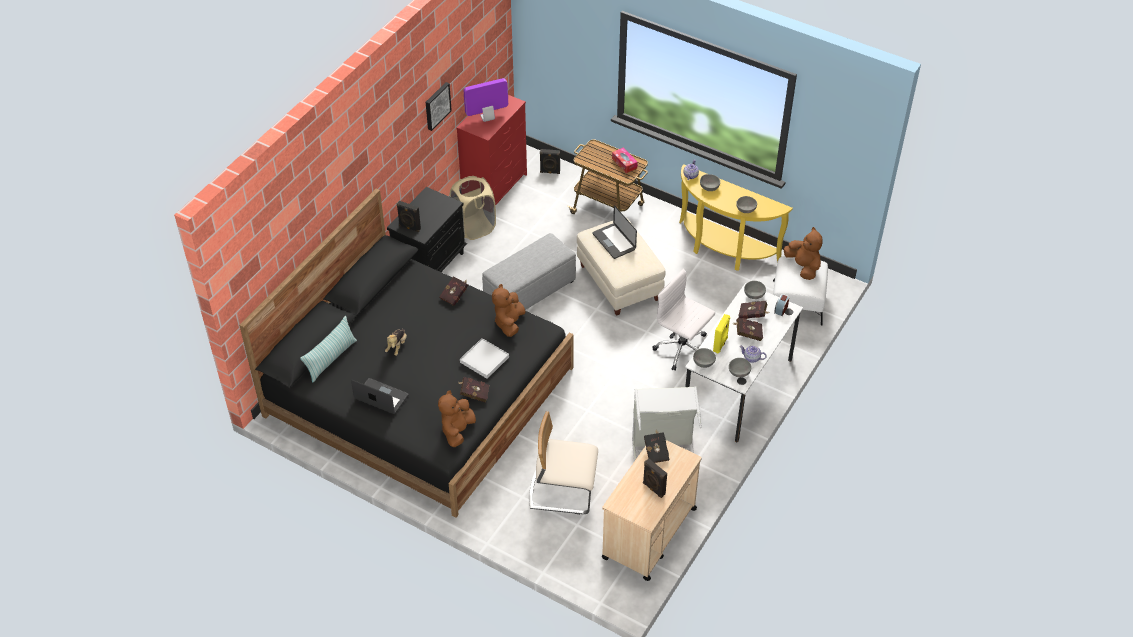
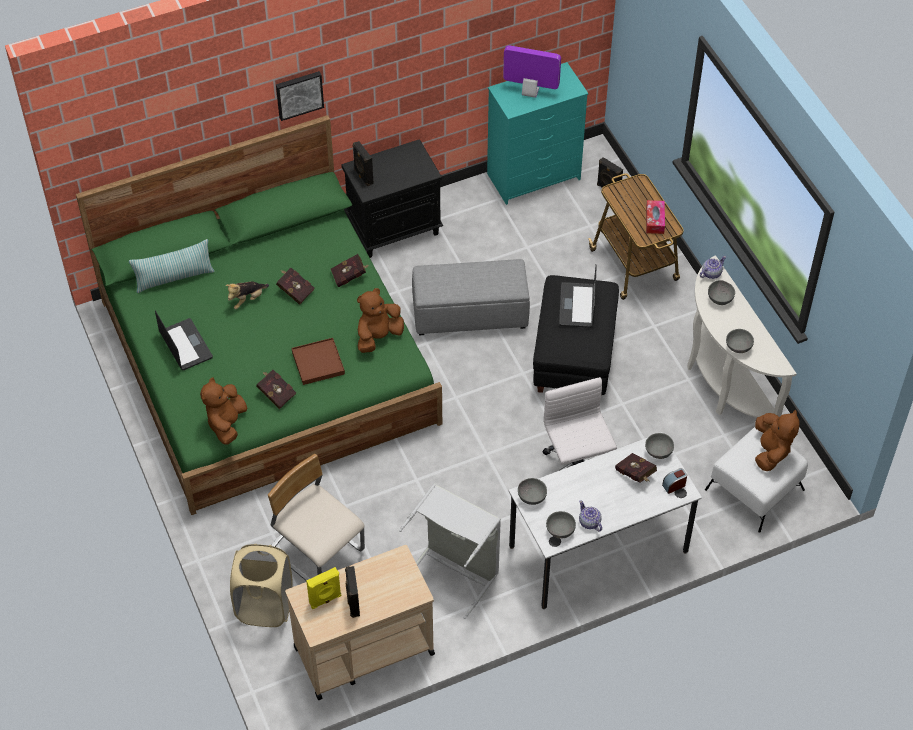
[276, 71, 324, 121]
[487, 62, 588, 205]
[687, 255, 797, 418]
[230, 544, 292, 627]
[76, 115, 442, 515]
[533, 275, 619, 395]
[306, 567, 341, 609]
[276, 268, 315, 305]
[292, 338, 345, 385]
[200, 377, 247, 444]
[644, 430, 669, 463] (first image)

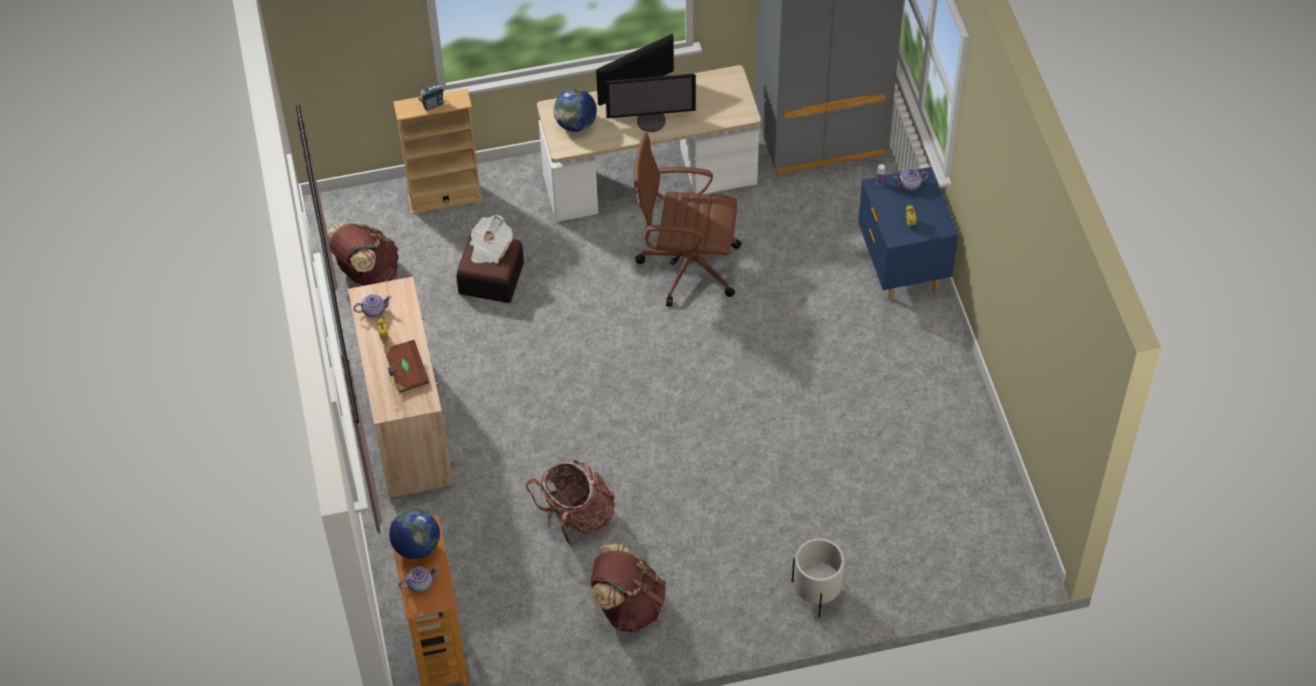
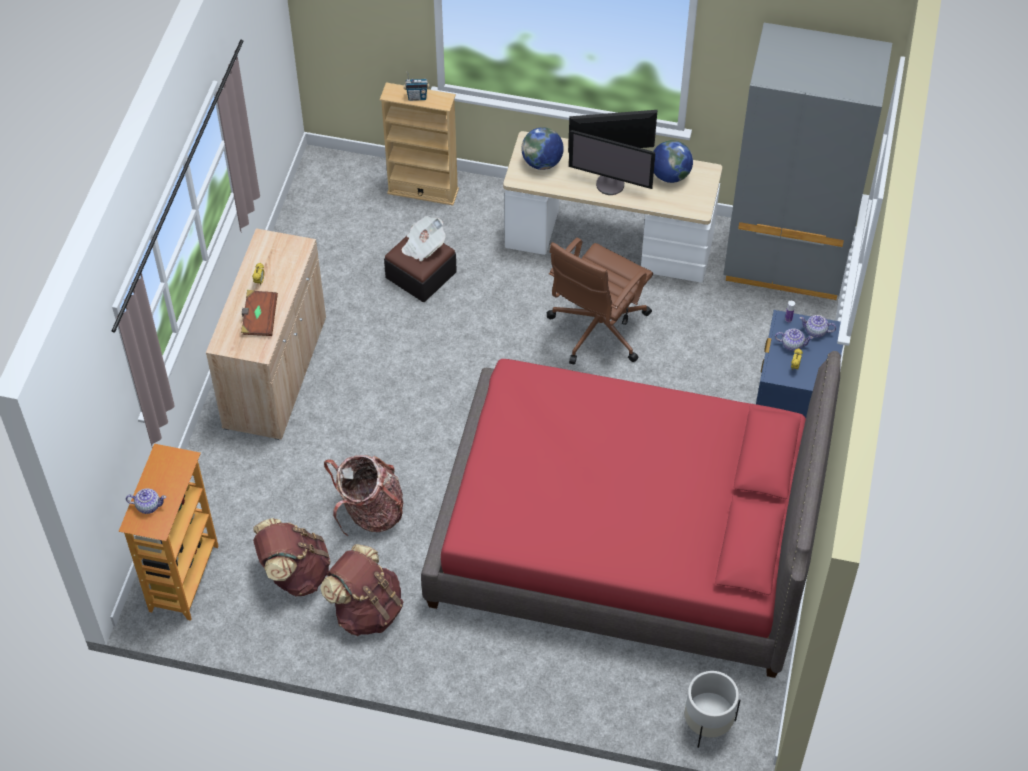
[547, 238, 653, 365]
[253, 518, 330, 596]
[775, 328, 813, 351]
[653, 140, 693, 183]
[685, 671, 740, 748]
[421, 351, 841, 678]

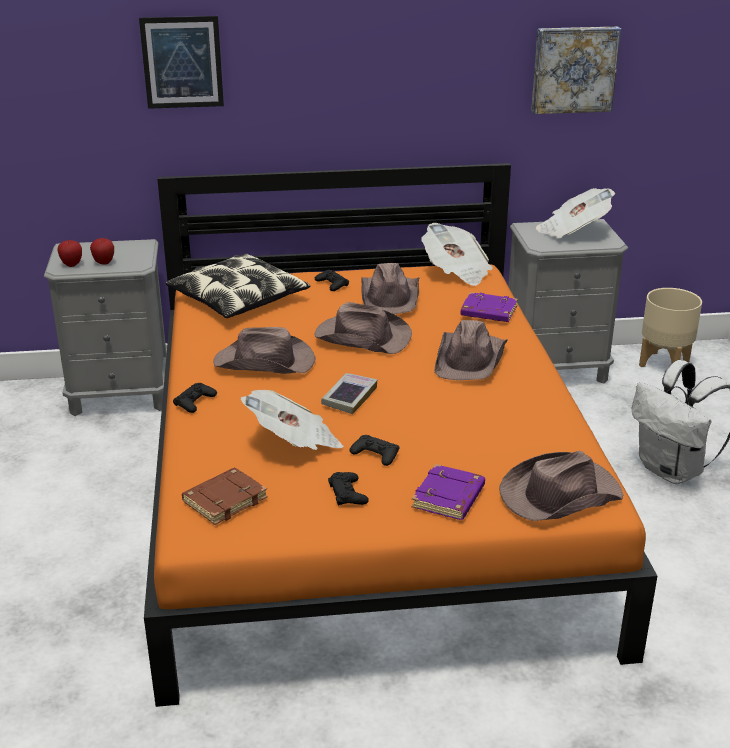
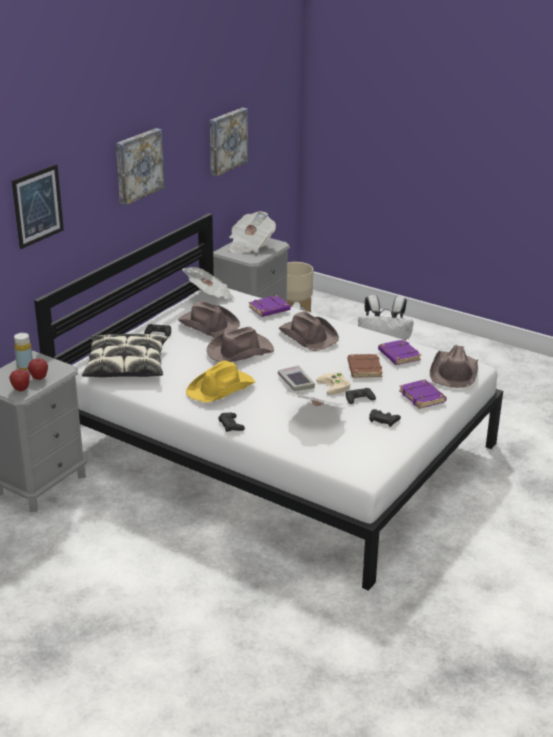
[34, 213, 503, 591]
[186, 361, 255, 403]
[348, 354, 383, 378]
[116, 128, 164, 205]
[14, 333, 33, 370]
[378, 339, 421, 365]
[316, 372, 350, 395]

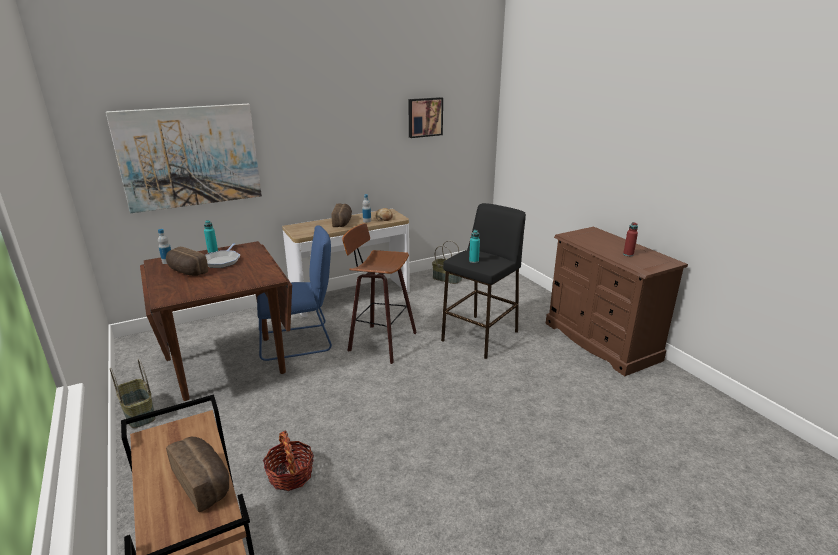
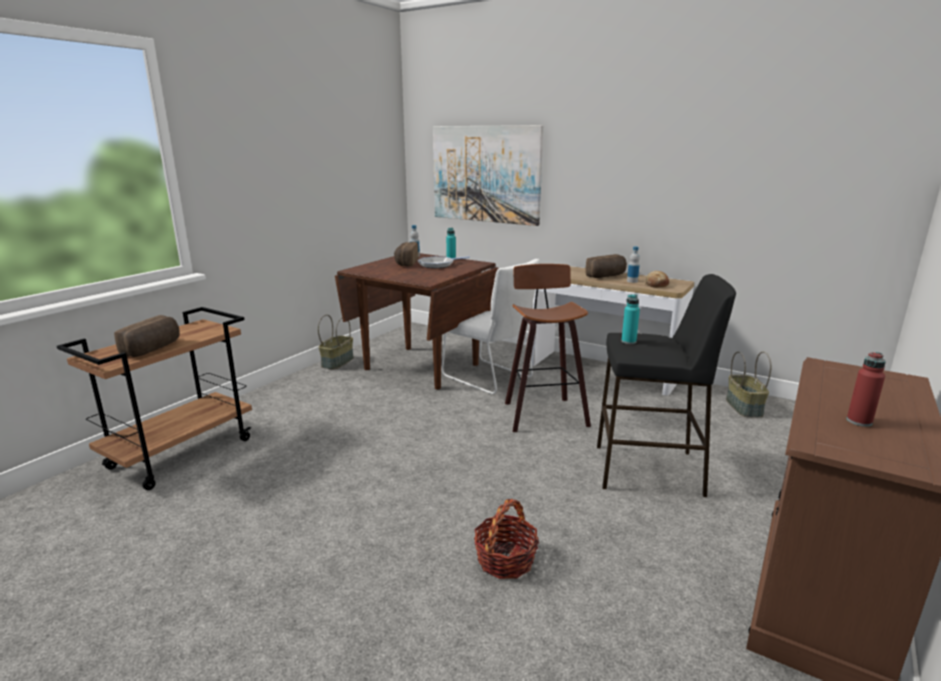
[408, 97, 443, 138] (first image)
[441, 259, 540, 394]
[474, 499, 539, 579]

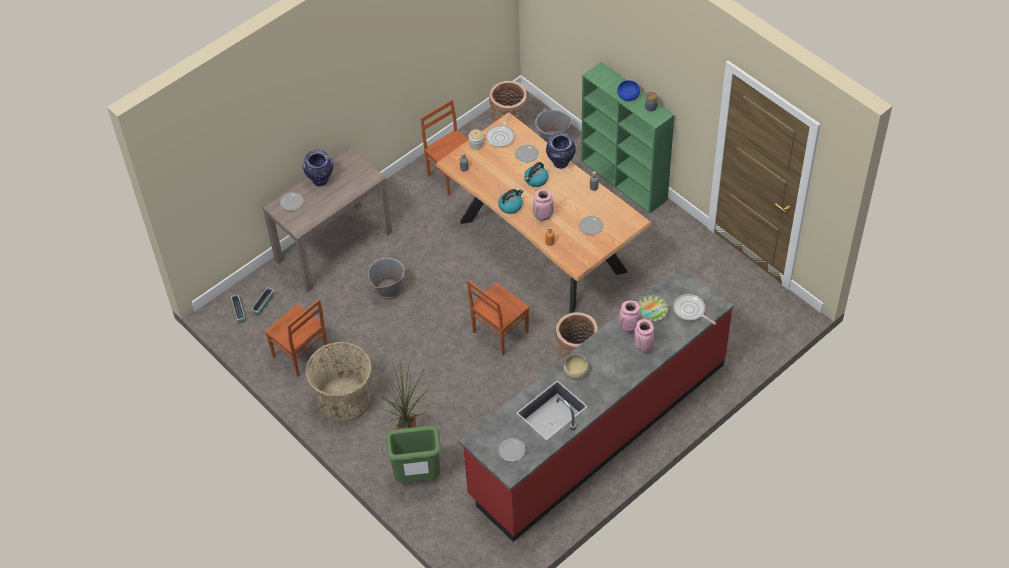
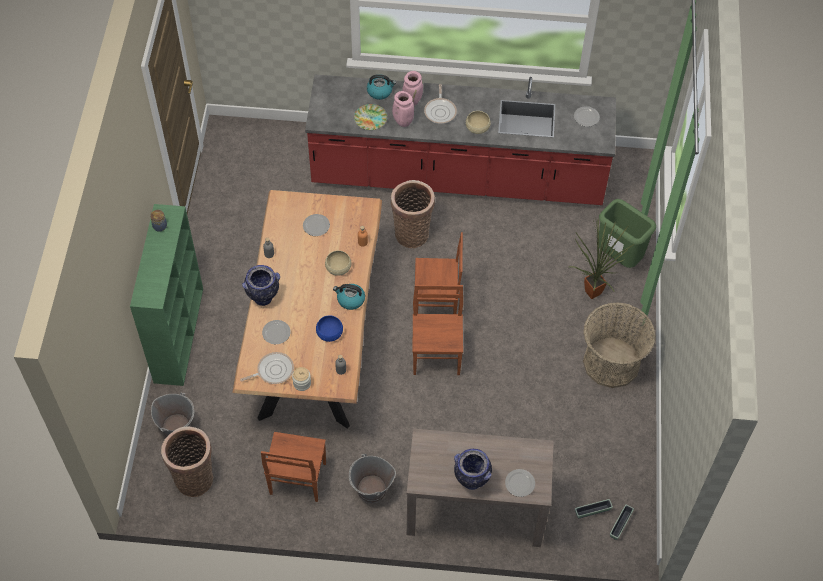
[316, 315, 343, 342]
[367, 74, 396, 100]
[325, 250, 351, 276]
[349, 454, 396, 503]
[424, 84, 457, 124]
[413, 285, 463, 375]

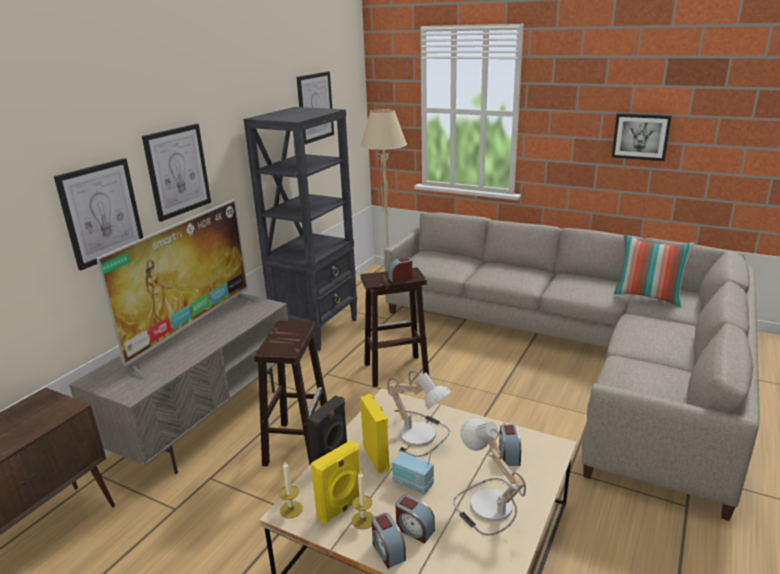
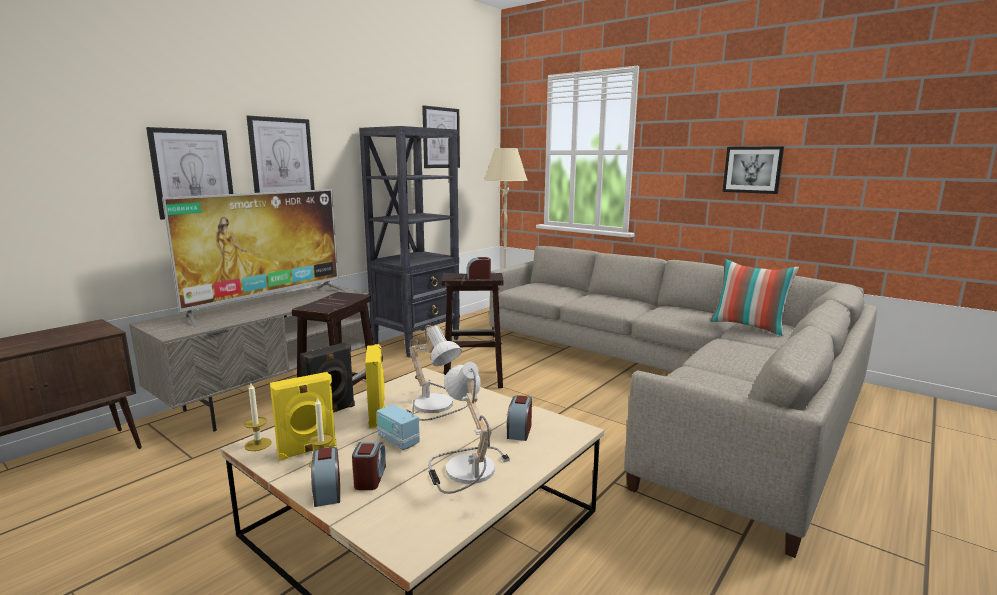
[352, 442, 386, 490]

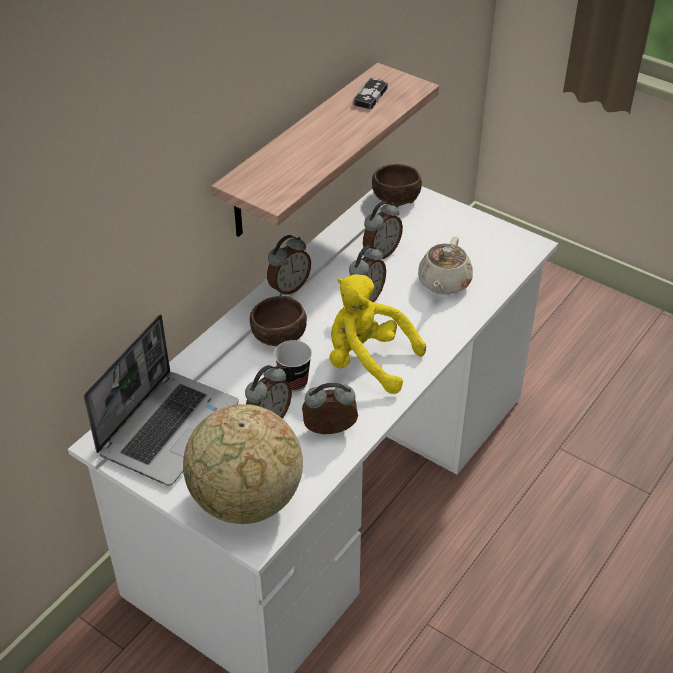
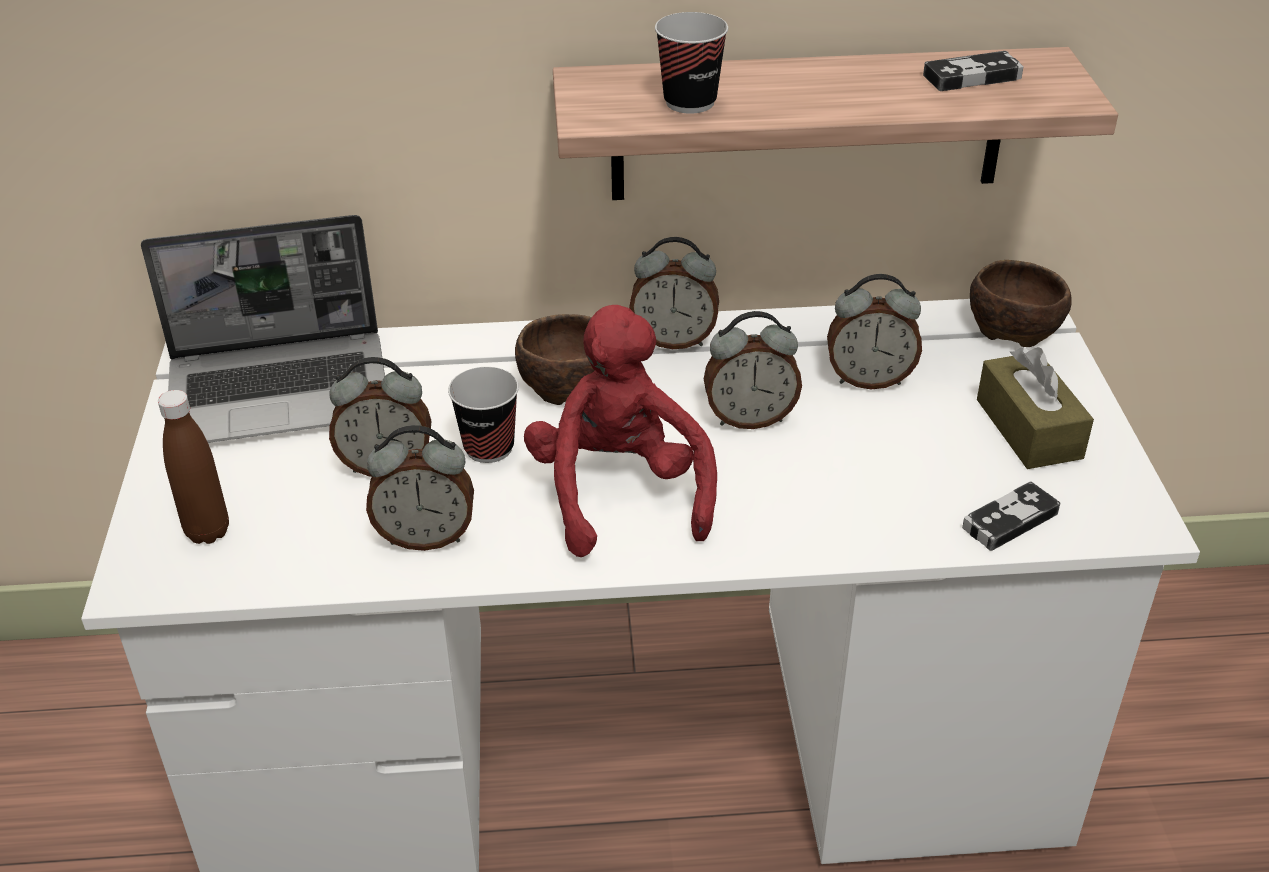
[418, 236, 473, 295] (first image)
[524, 305, 717, 557]
[366, 425, 474, 551]
[158, 390, 229, 544]
[655, 12, 728, 114]
[977, 347, 1094, 469]
[962, 481, 1060, 551]

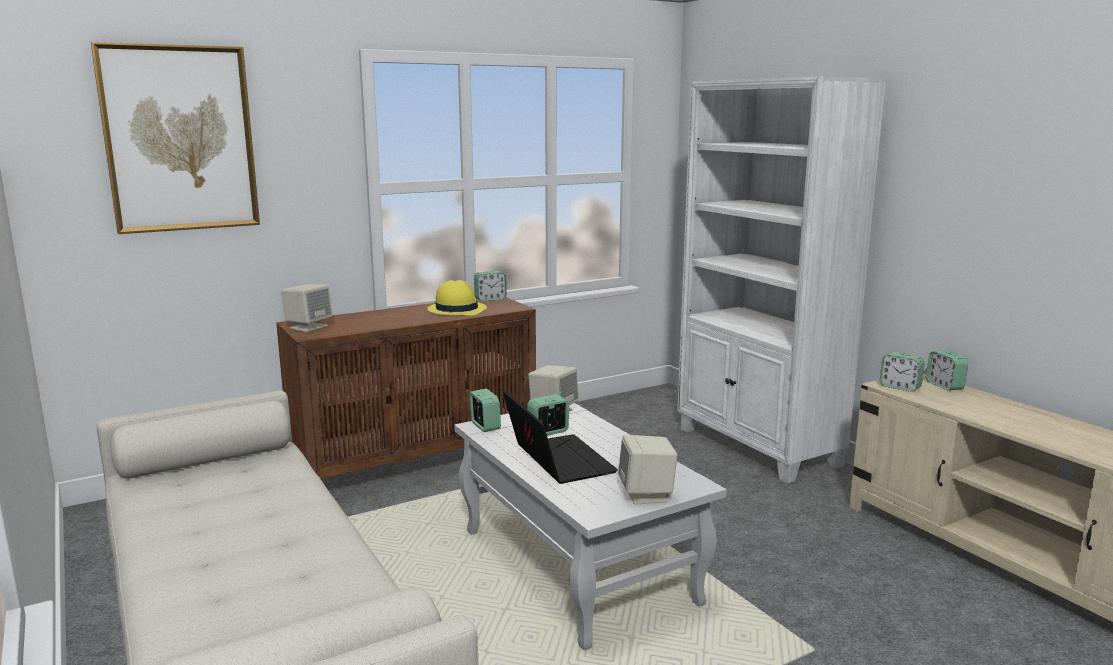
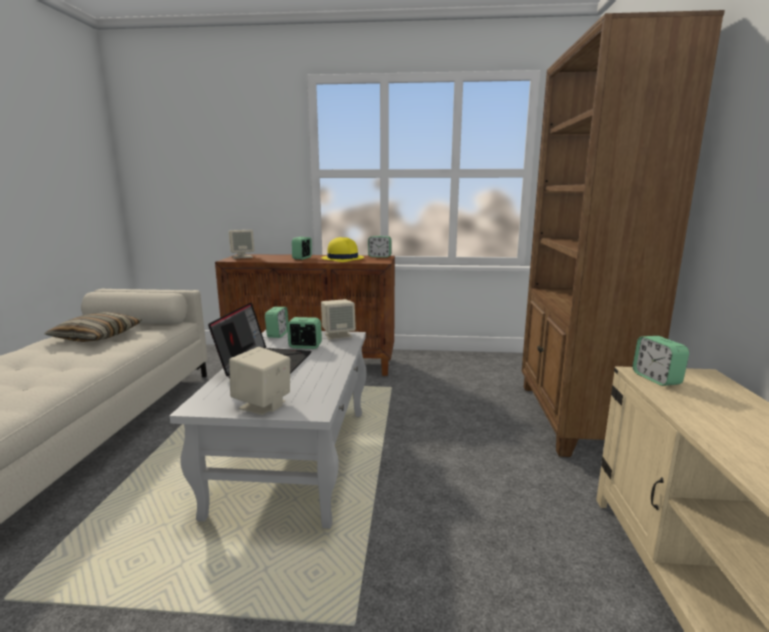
[91, 42, 260, 234] (first image)
[522, 10, 725, 457]
[292, 237, 312, 260]
[44, 312, 141, 342]

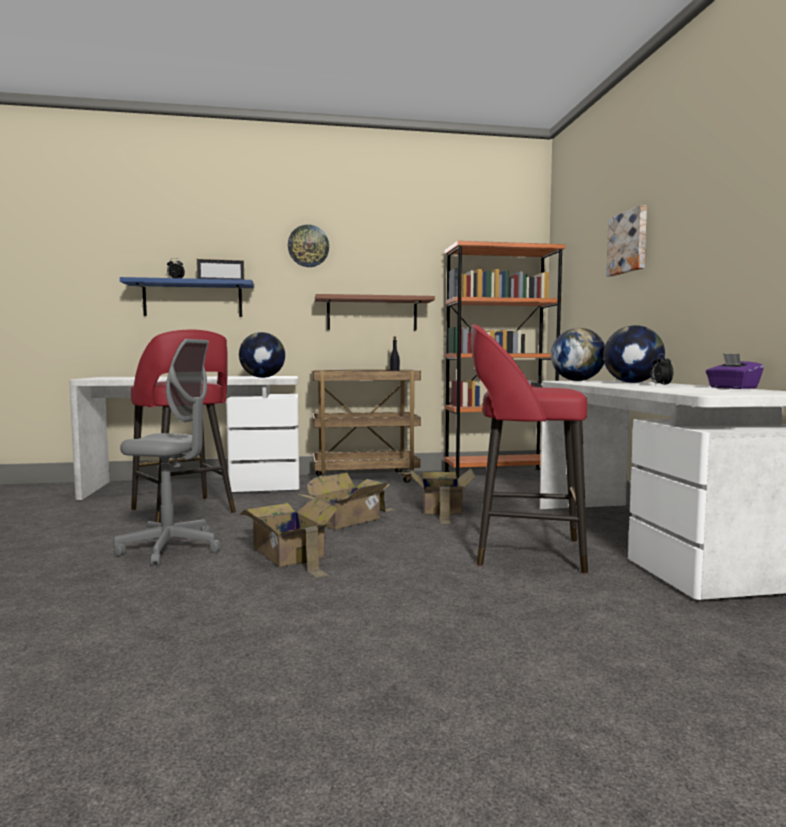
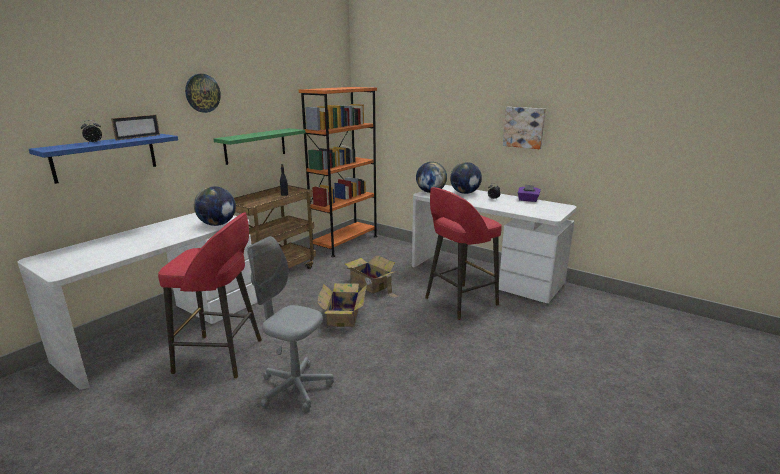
[503, 107, 546, 149]
[213, 128, 306, 165]
[247, 236, 334, 413]
[239, 497, 339, 578] (first image)

